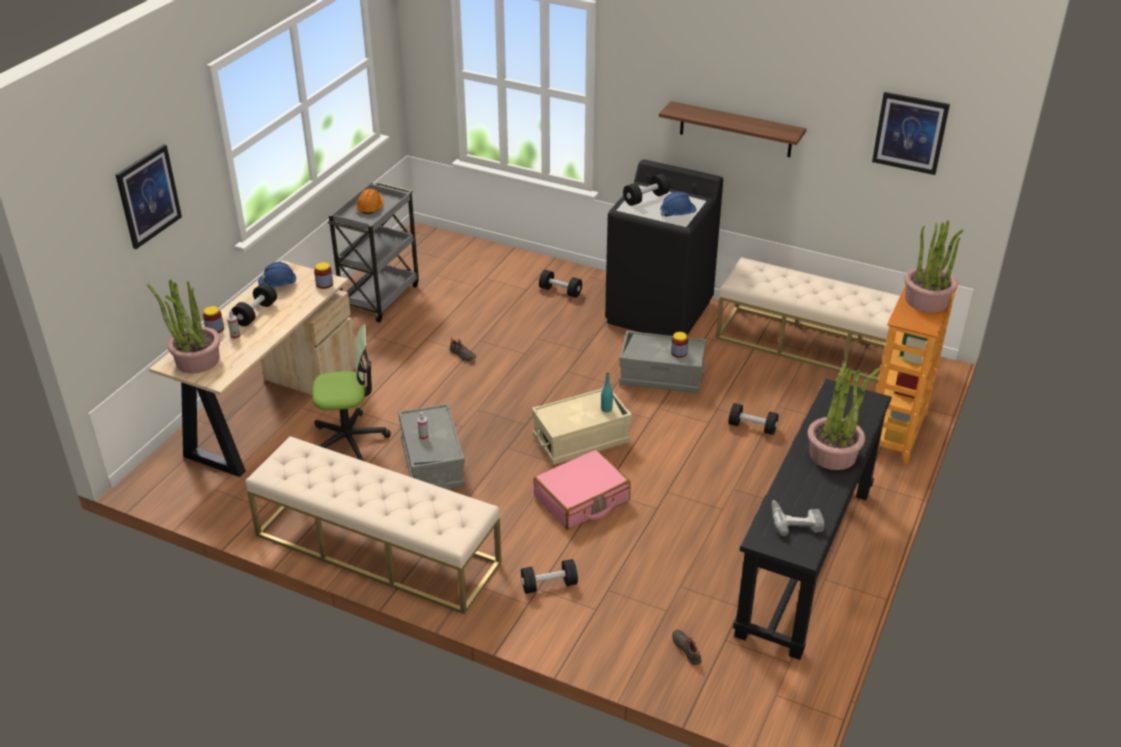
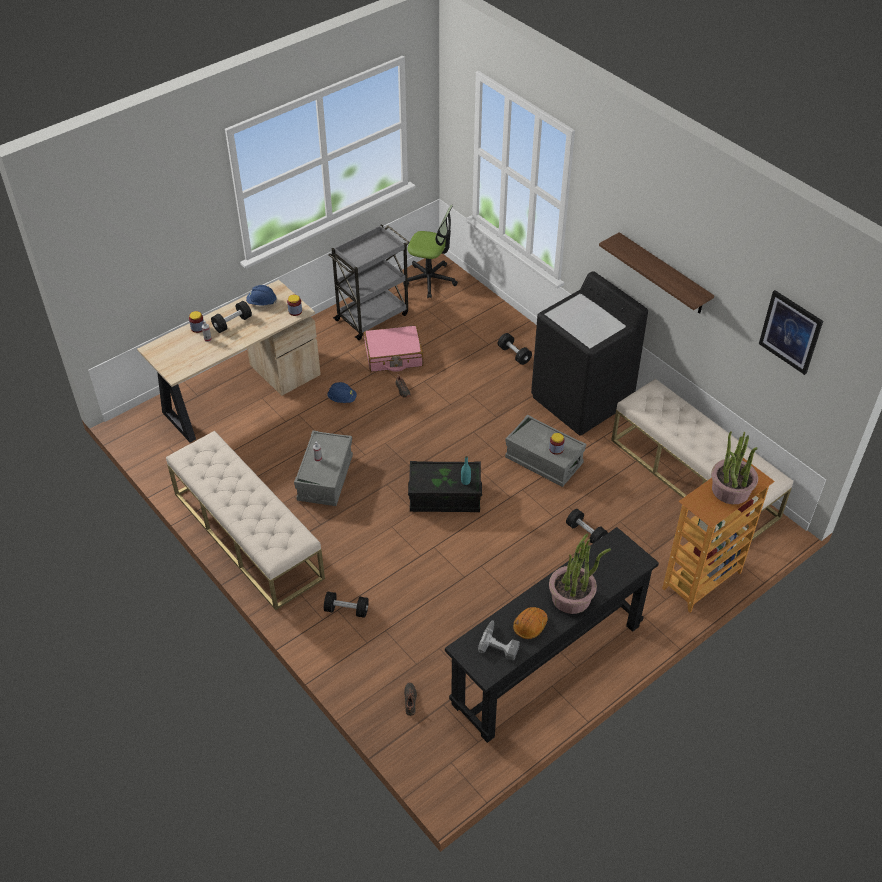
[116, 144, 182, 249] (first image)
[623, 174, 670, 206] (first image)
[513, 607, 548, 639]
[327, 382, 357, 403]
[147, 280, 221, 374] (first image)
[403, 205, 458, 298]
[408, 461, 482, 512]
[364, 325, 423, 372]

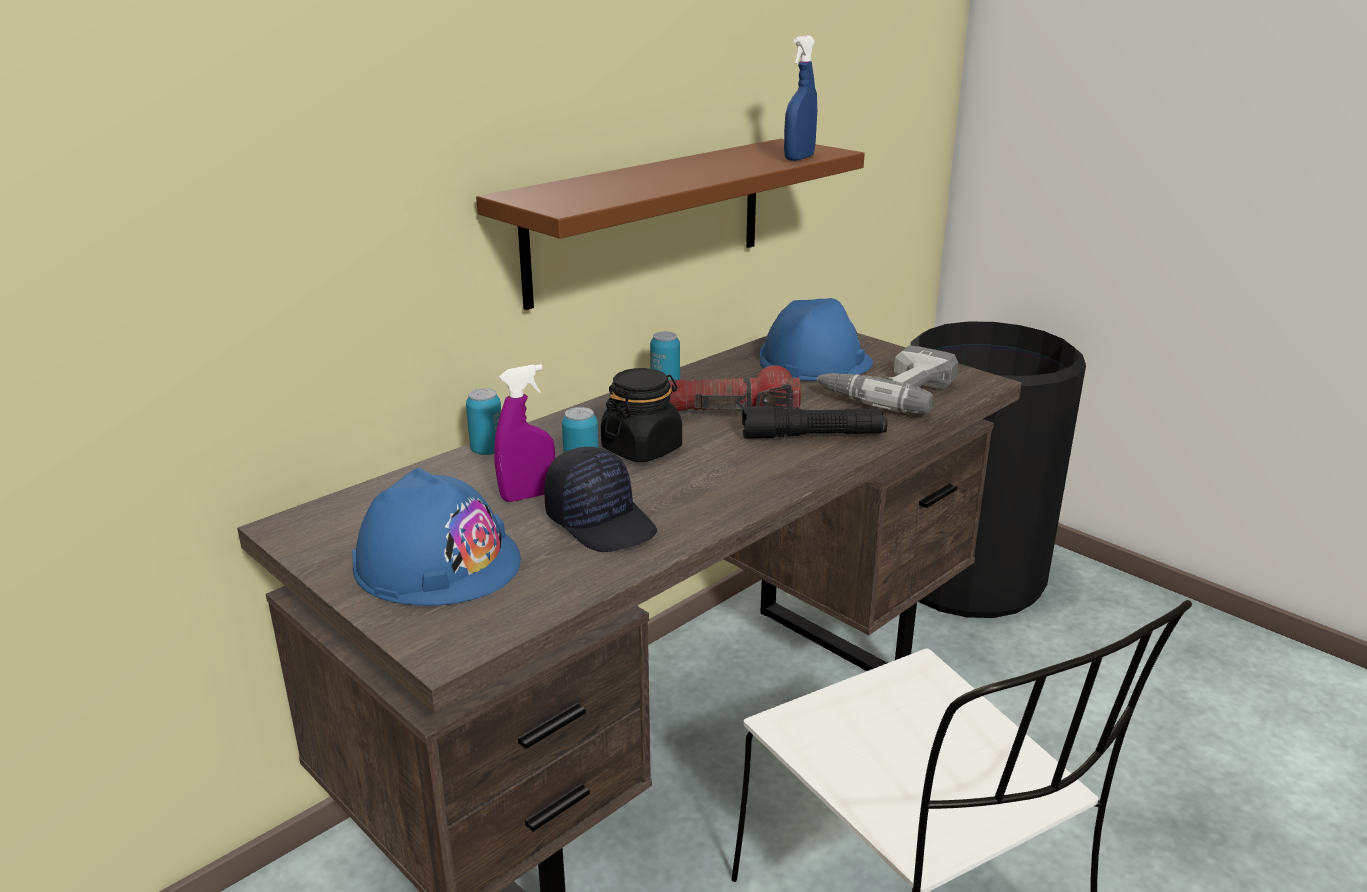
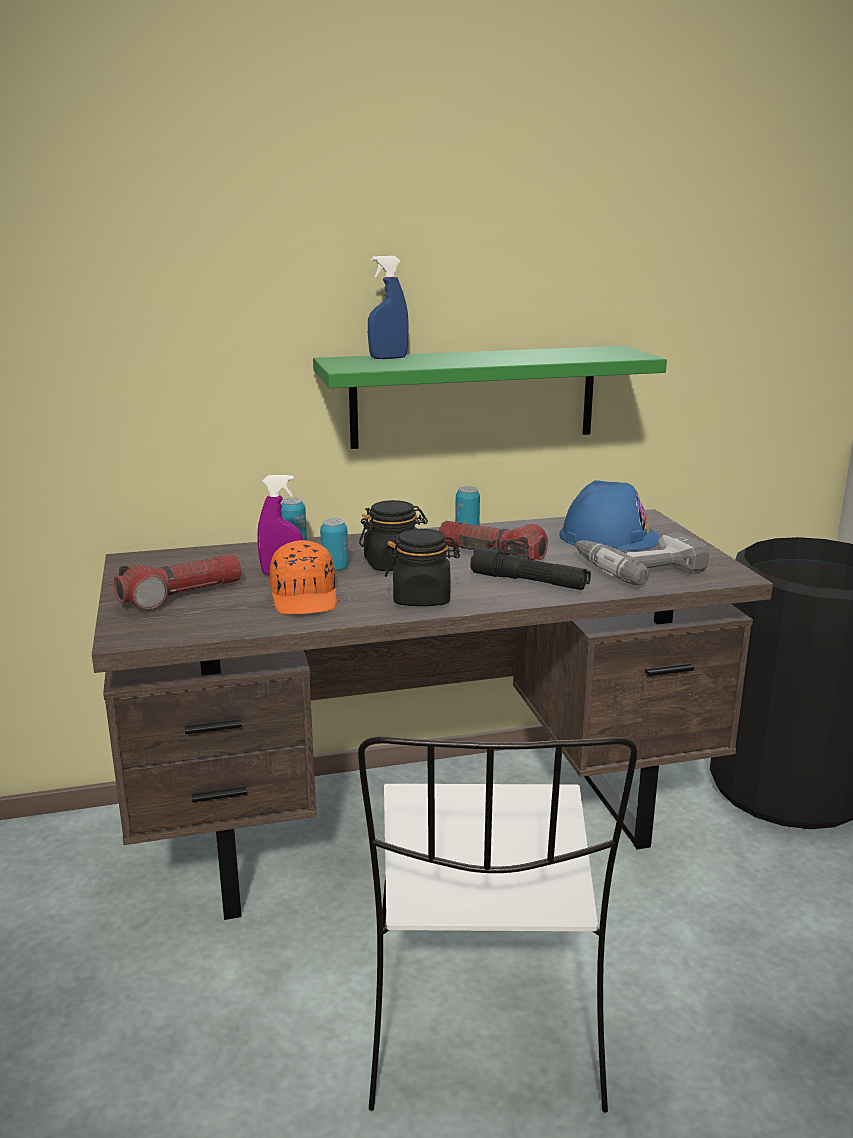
[368, 256, 409, 359]
[313, 346, 667, 449]
[270, 540, 337, 614]
[114, 554, 242, 610]
[385, 529, 460, 606]

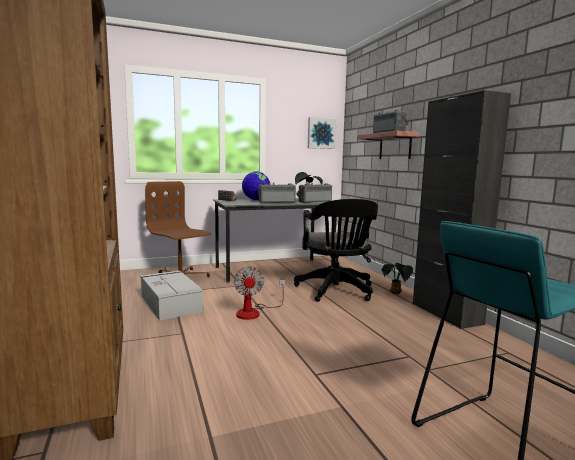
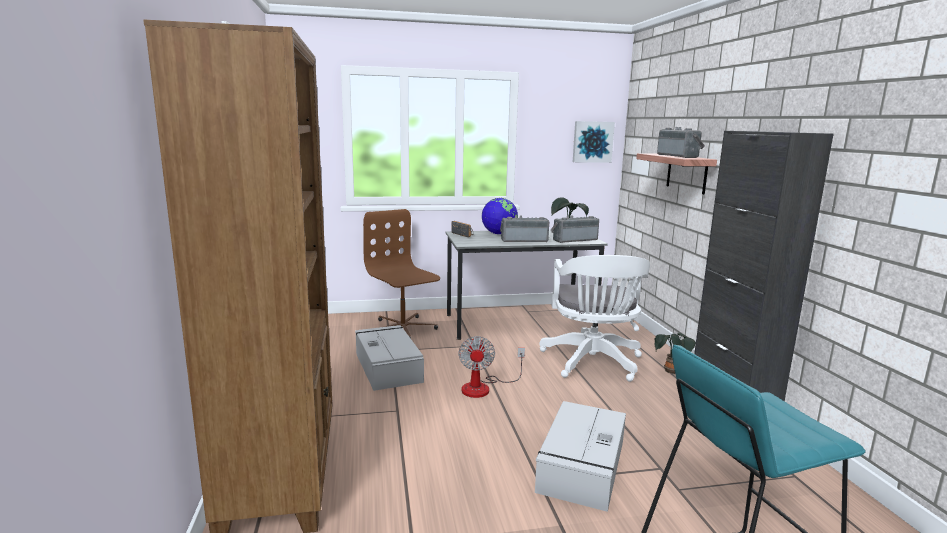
[539, 255, 650, 382]
[535, 401, 626, 512]

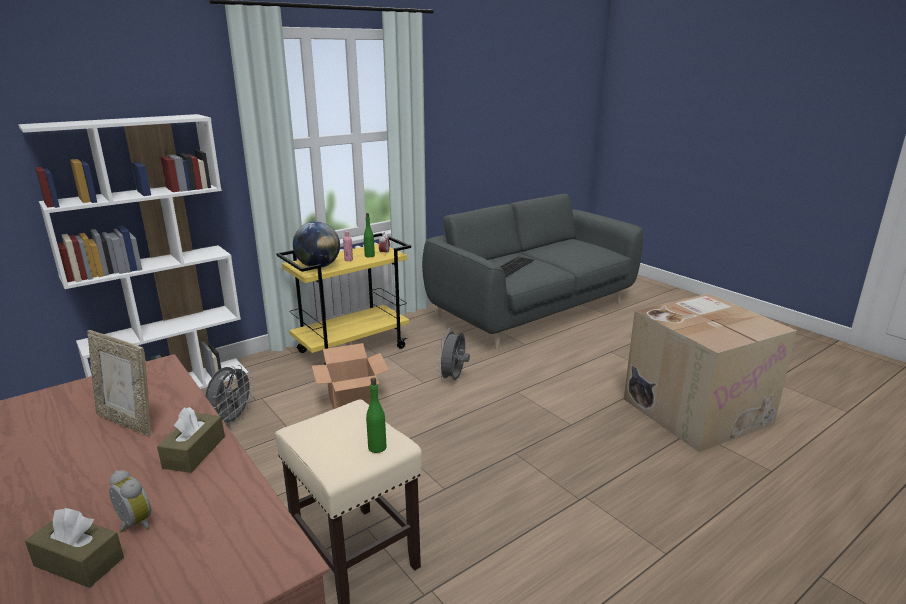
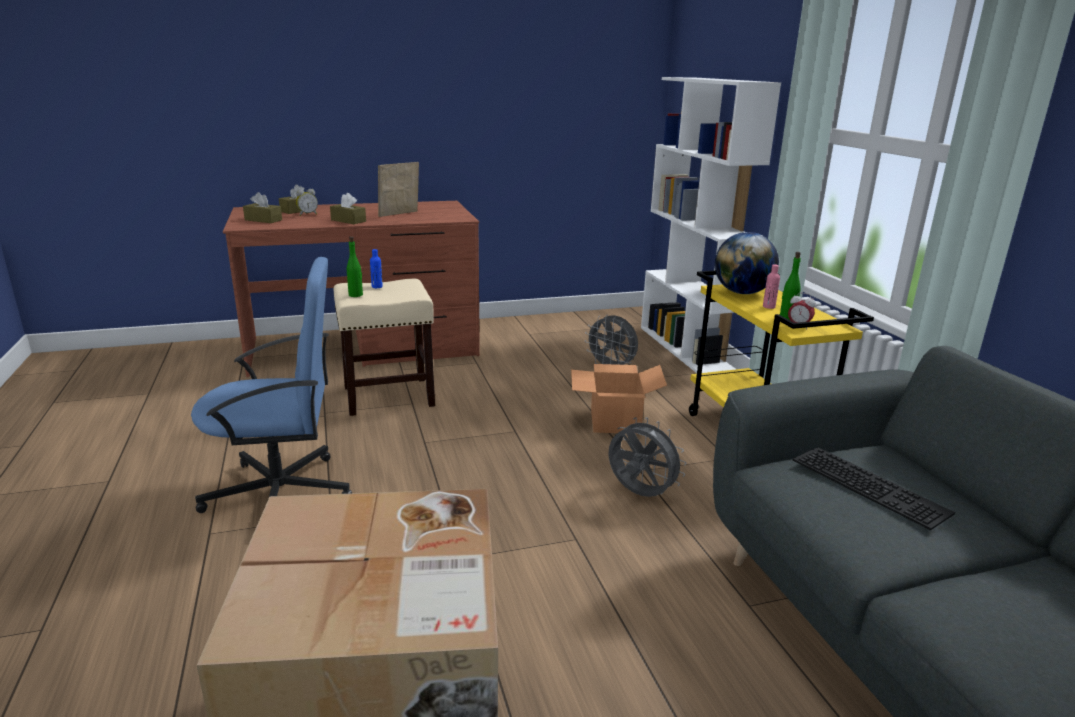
[243, 192, 282, 223]
[370, 249, 383, 288]
[191, 257, 352, 513]

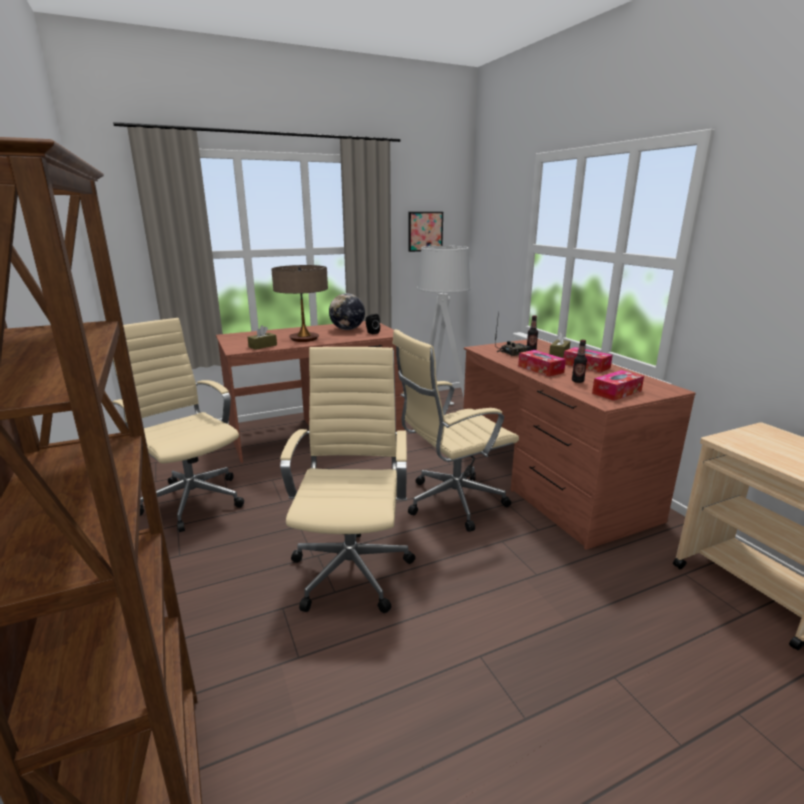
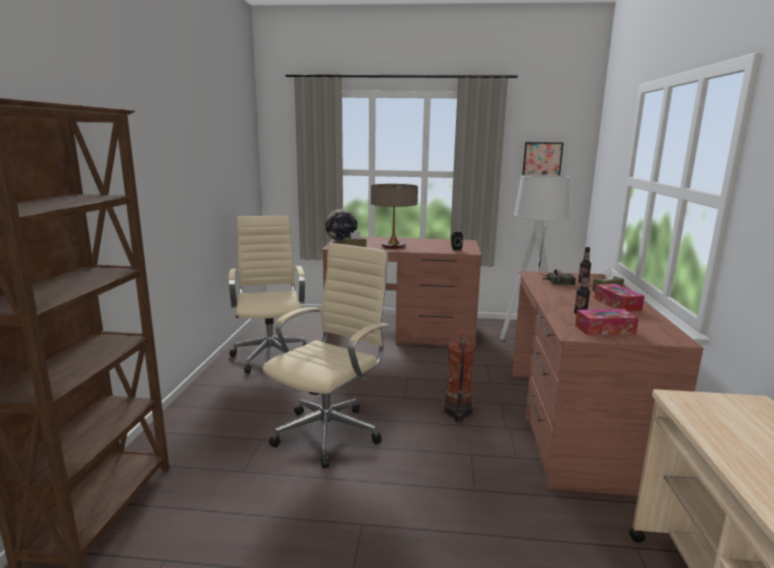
[325, 209, 357, 241]
[442, 327, 475, 422]
[518, 350, 566, 377] (first image)

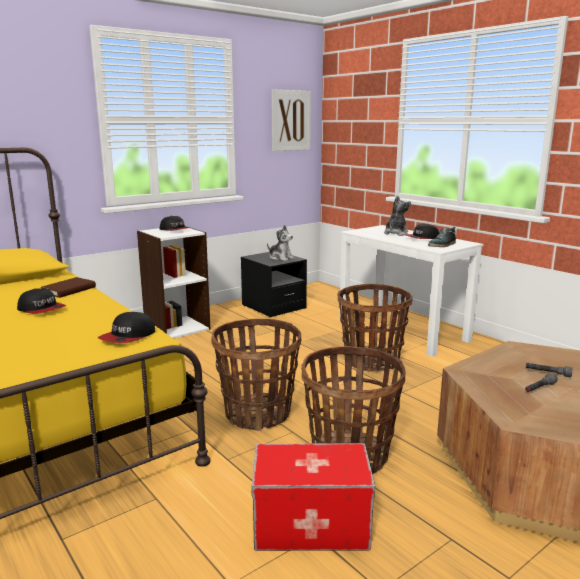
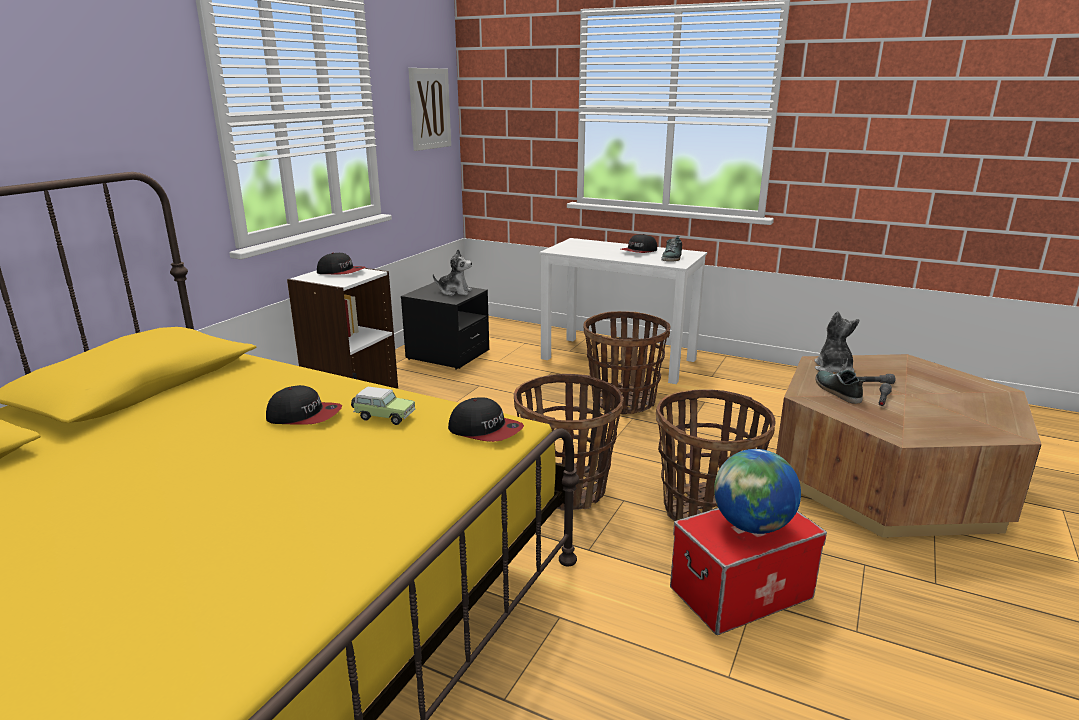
[814, 311, 860, 373]
[41, 277, 96, 298] (first image)
[448, 398, 524, 442]
[816, 370, 864, 404]
[351, 387, 415, 425]
[714, 449, 801, 534]

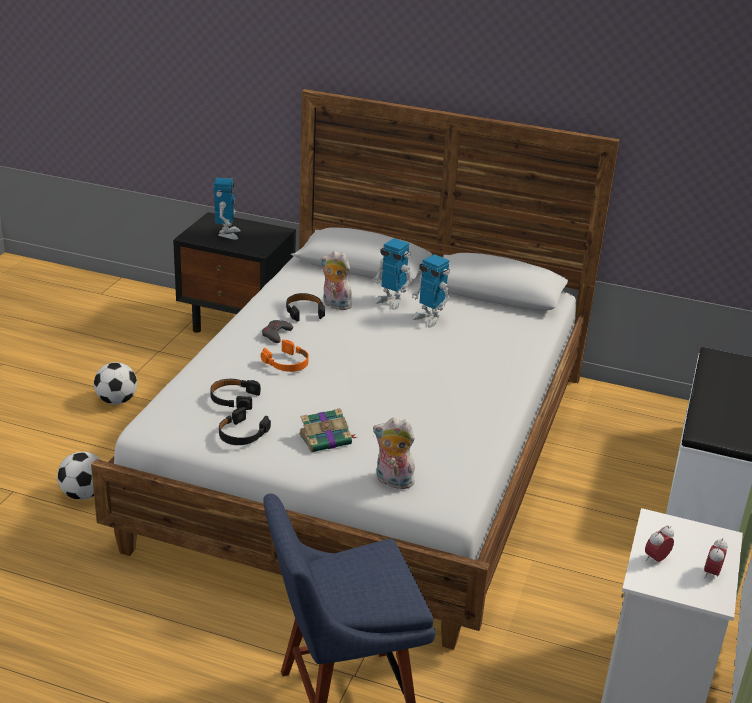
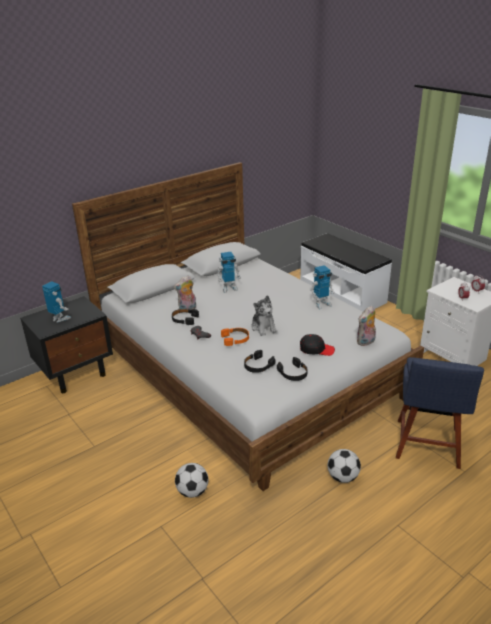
[311, 265, 335, 310]
[327, 449, 361, 483]
[300, 334, 335, 356]
[251, 295, 277, 336]

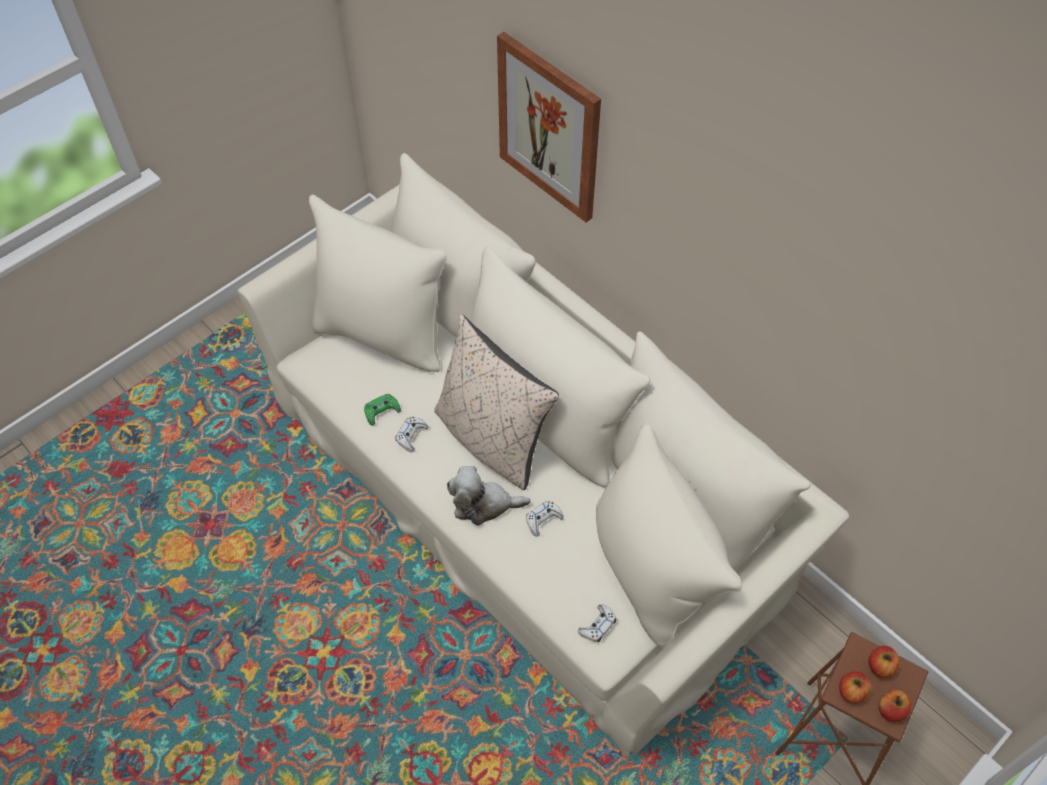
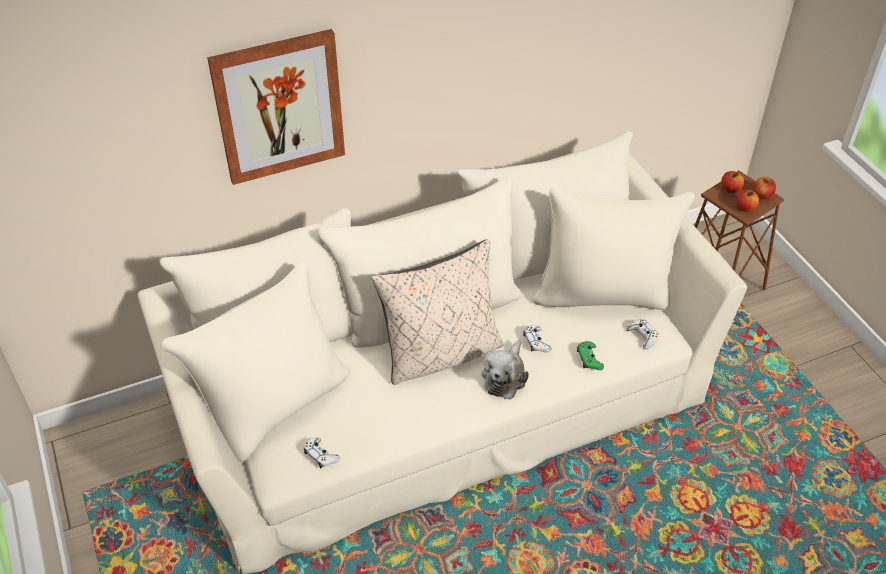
[577, 341, 604, 370]
[304, 437, 340, 468]

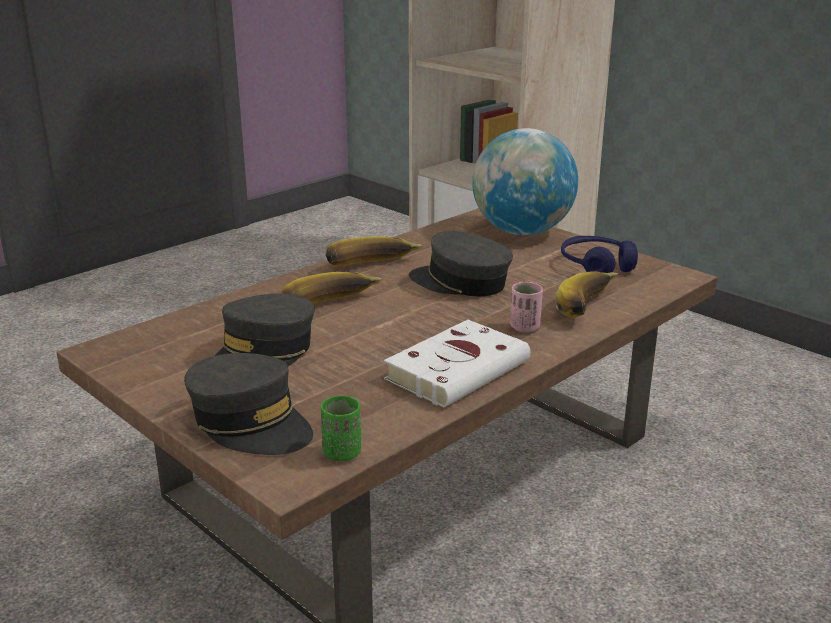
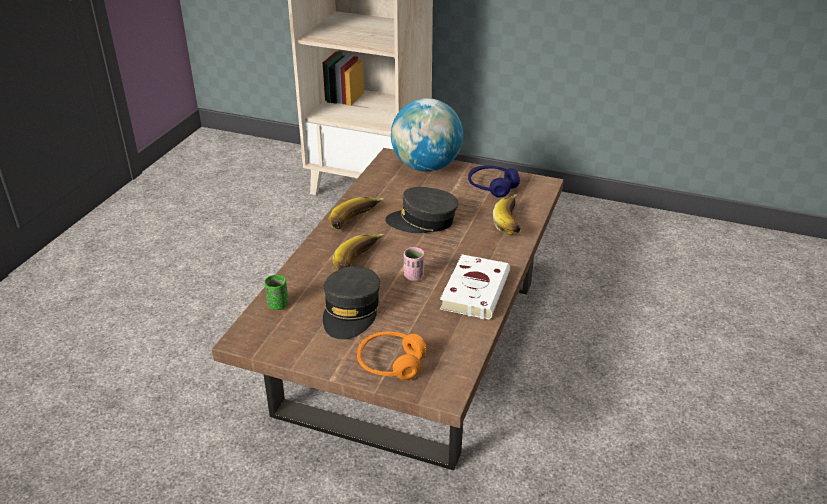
[404, 247, 424, 281]
[357, 331, 427, 380]
[264, 275, 288, 310]

